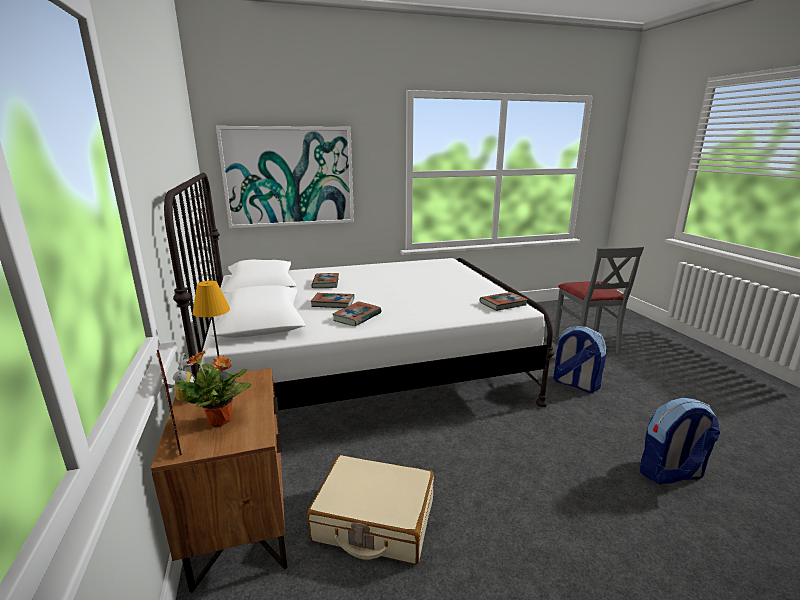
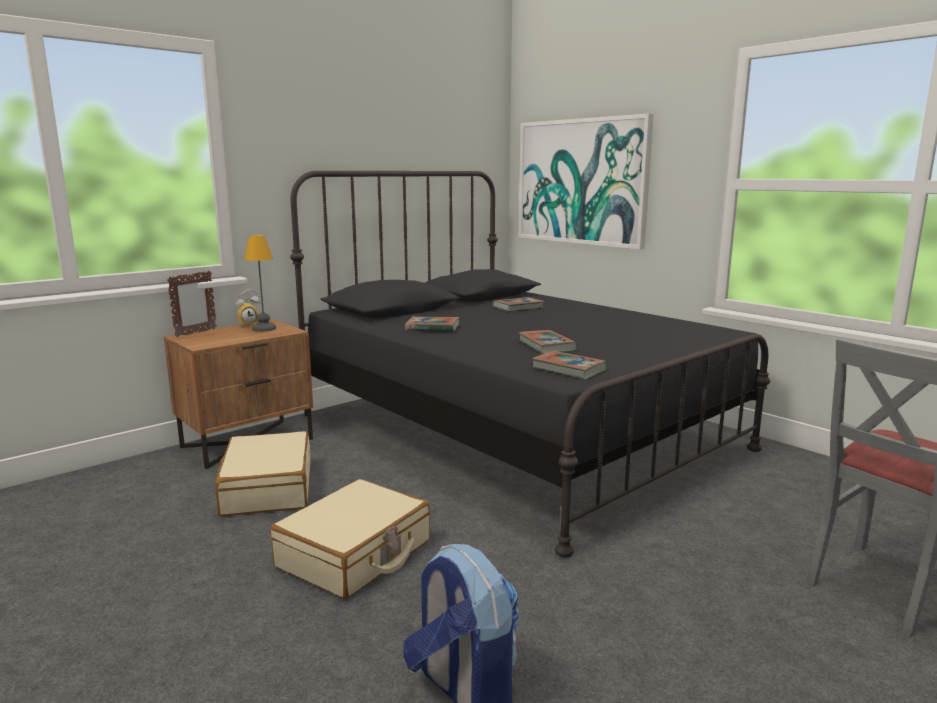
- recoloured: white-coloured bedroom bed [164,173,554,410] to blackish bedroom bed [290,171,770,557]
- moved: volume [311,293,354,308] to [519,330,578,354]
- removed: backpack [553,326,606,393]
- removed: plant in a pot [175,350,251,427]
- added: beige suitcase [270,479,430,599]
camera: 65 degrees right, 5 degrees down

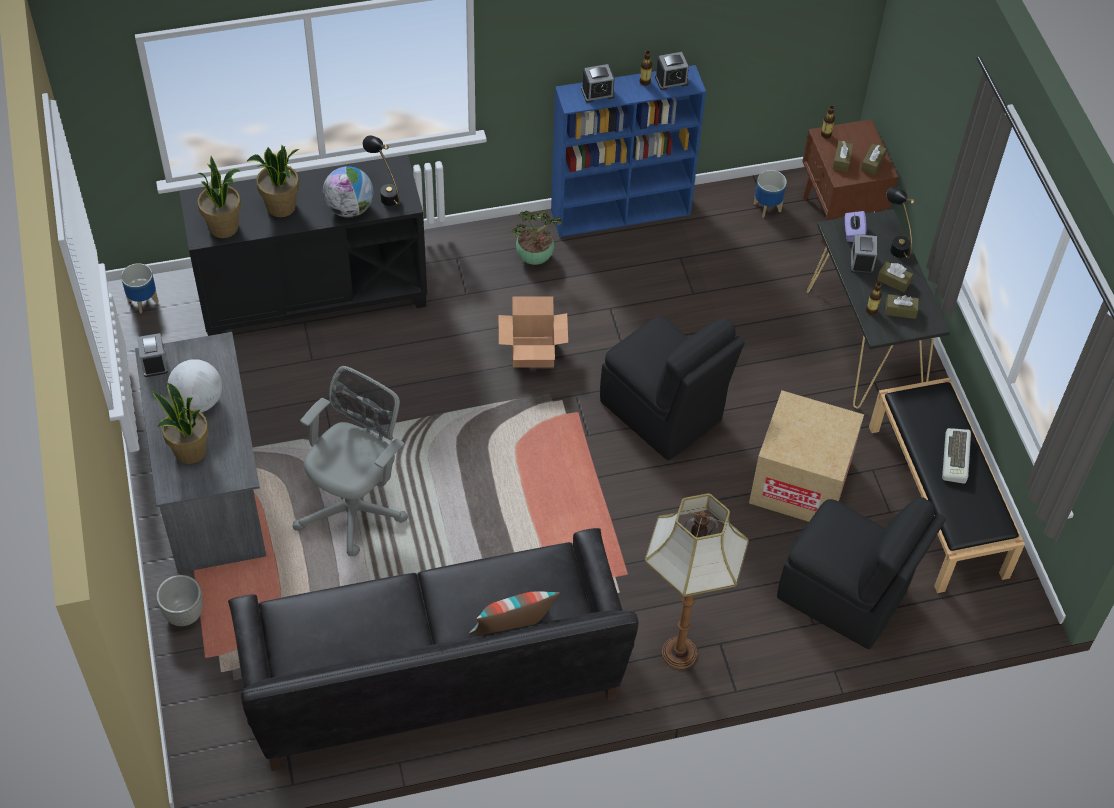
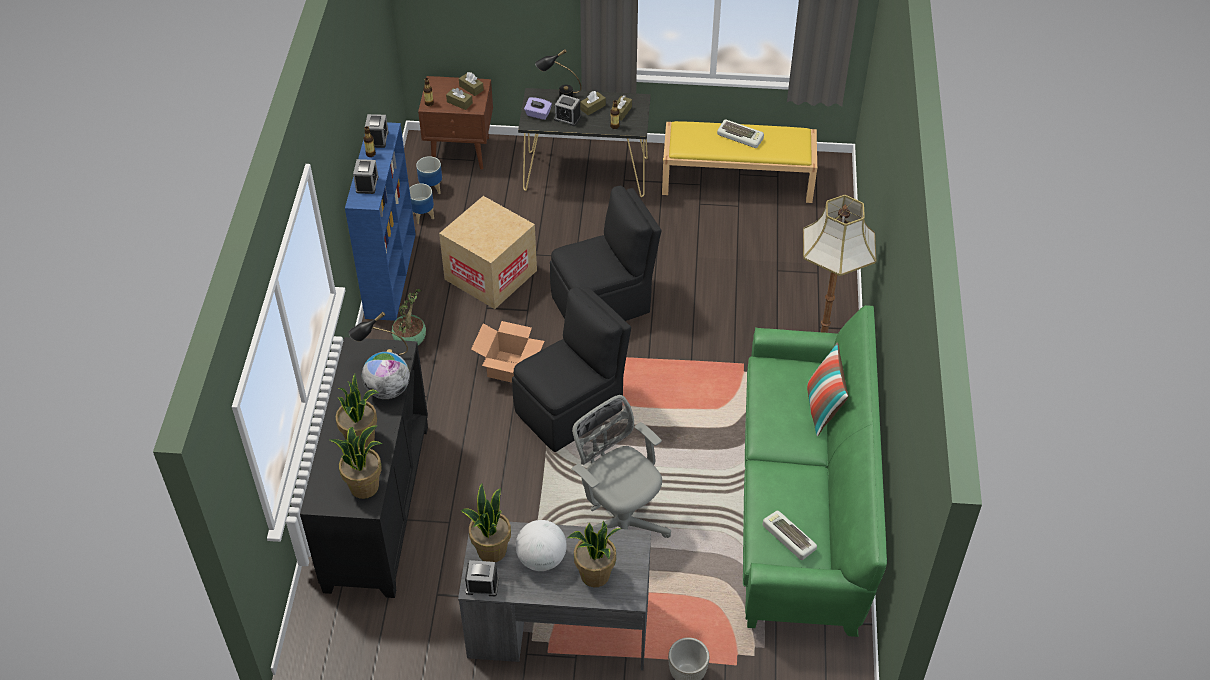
- moved: planter [121,263,158,313] to [409,183,434,224]
- recoloured: blackish long seat [869,377,1025,593] to yellowish long seat [662,121,817,203]
- moved: carton [749,390,864,522] to [439,196,537,309]
- moved: blackish plain chair [777,497,946,649] to [512,287,631,452]
- recoloured: blackish sofa [228,528,639,771] to green-coloured sofa [743,305,887,637]
- added: plant in a pot [461,483,511,562]
- added: PC keyboard [763,511,817,560]
camera: 70 degrees left, 5 degrees down

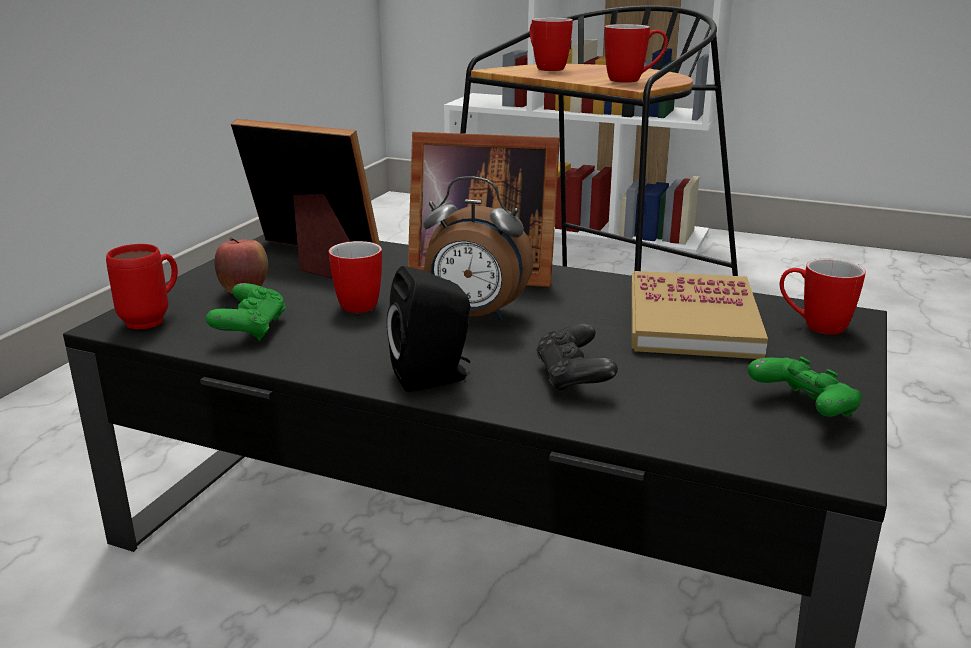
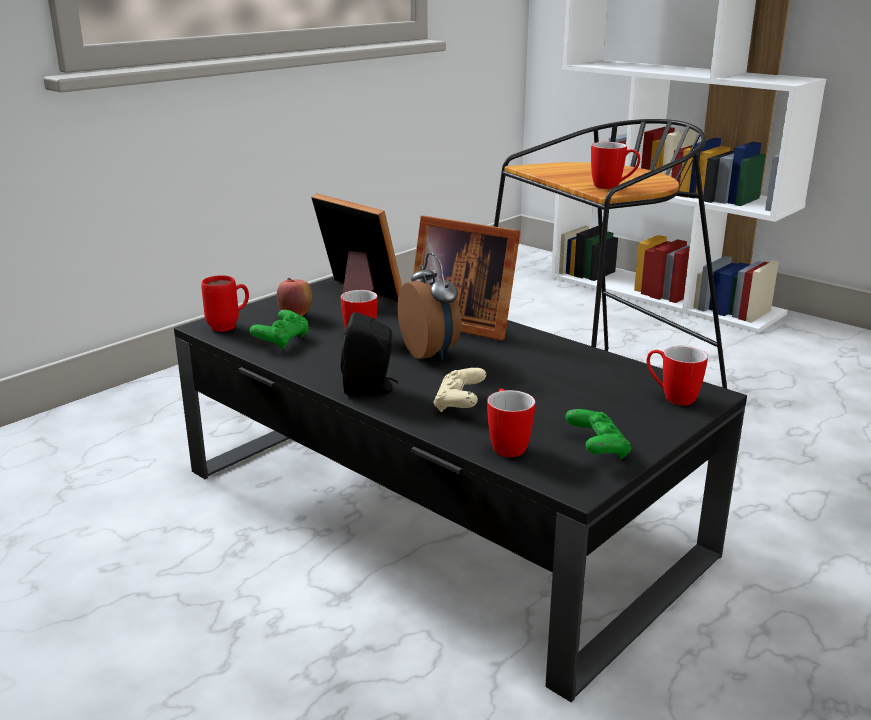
- moved: coffee mug [530,18,573,71] to [487,389,535,457]
- turned: alarm clock [423,176,534,321] = [398,253,462,361] 150 degrees counterclockwise
- removed: volume [631,271,768,359]
- recoloured: blackish joypad [536,324,618,394] to beige joypad [434,368,486,412]
camera: 20 degrees right, 0 degrees up

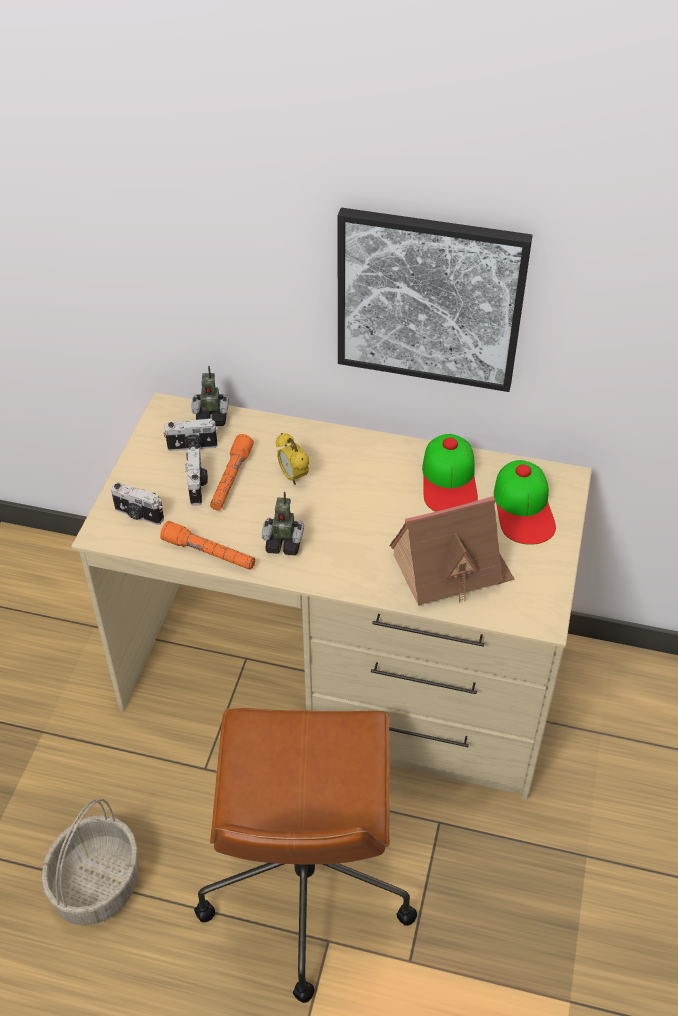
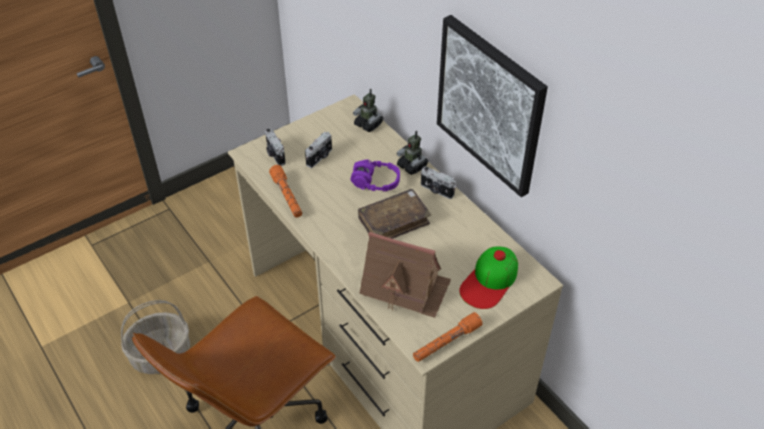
- moved: still camera [163,418,218,451] to [421,166,456,199]
- replaced: alarm clock [276,433,309,485] to purple pair of headphones [351,160,400,191]
- moved: orange torch [210,434,254,510] to [413,312,482,362]
- removed: cap [422,434,478,512]
- moved: robot figure [262,492,304,555] to [397,130,428,175]
- added: brown volume [358,189,431,239]
camera: 40 degrees right, 0 degrees up

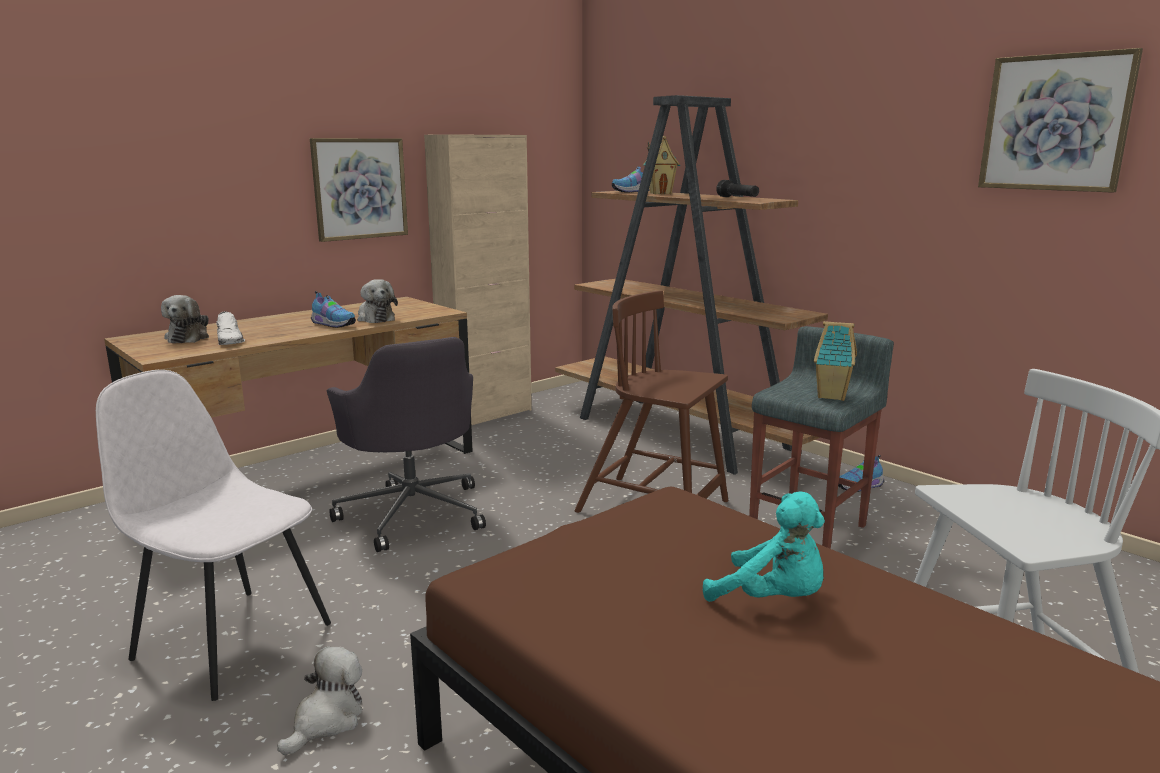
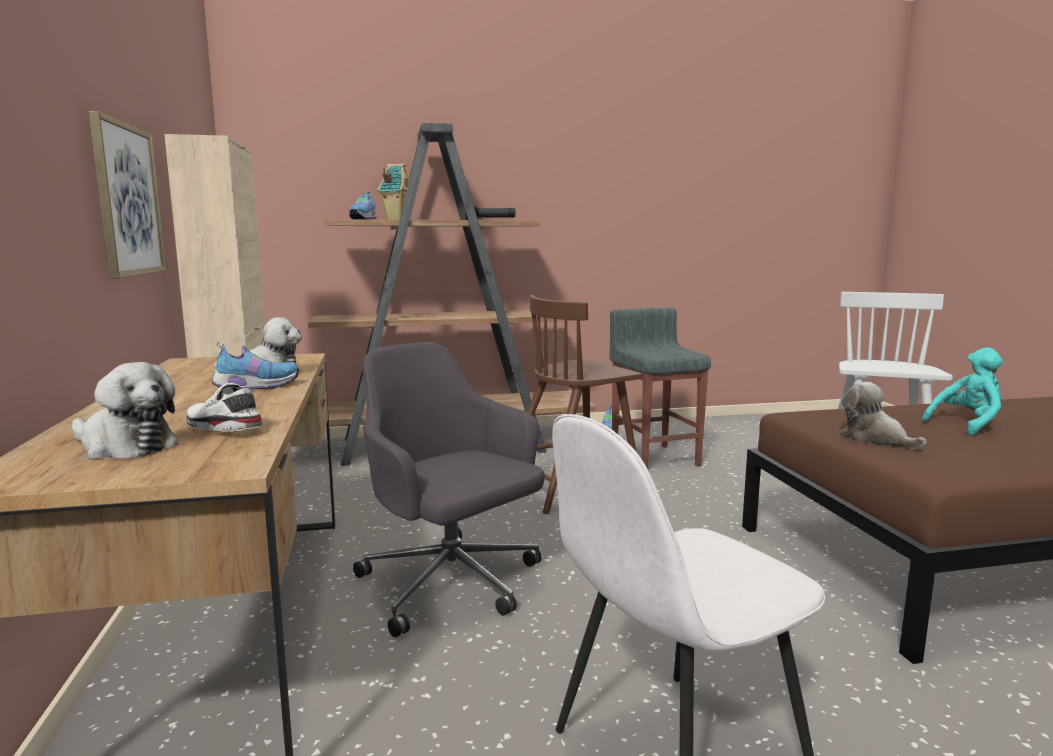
- removed: wall picture [978,48,1143,193]
- turned: white-coloured item of footwear [216,311,245,345] = [186,383,263,432] 150 degrees counterclockwise
- removed: toy house [814,321,857,401]
- turned: grey desk chair [327,337,486,552] = [353,342,545,637] 135 degrees counterclockwise
- moved: soft toy [277,646,362,755] to [840,382,927,449]
camera: 60 degrees left, 5 degrees down

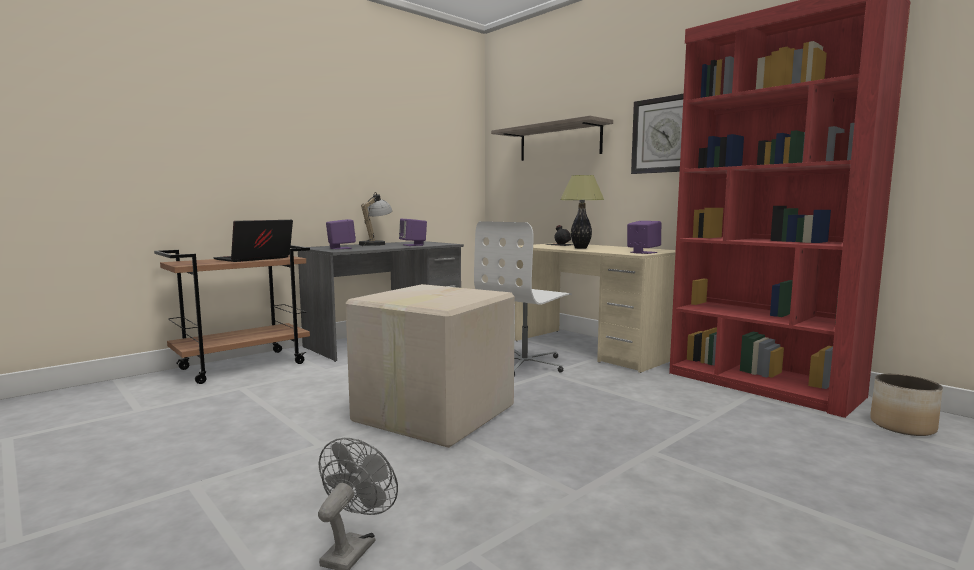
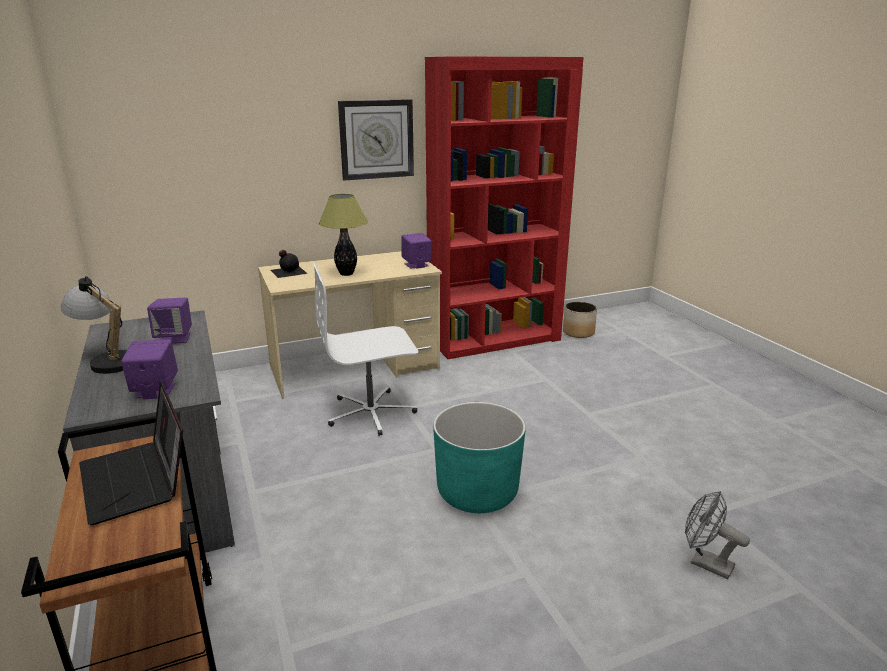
- removed: wall shelf [491,116,613,161]
- turned: white-coloured desk chair [474,221,572,376] = [313,262,418,436] 105 degrees clockwise
- replaced: carton [346,284,515,448] to blue-green planter [433,402,526,513]
camera: 70 degrees left, 15 degrees up

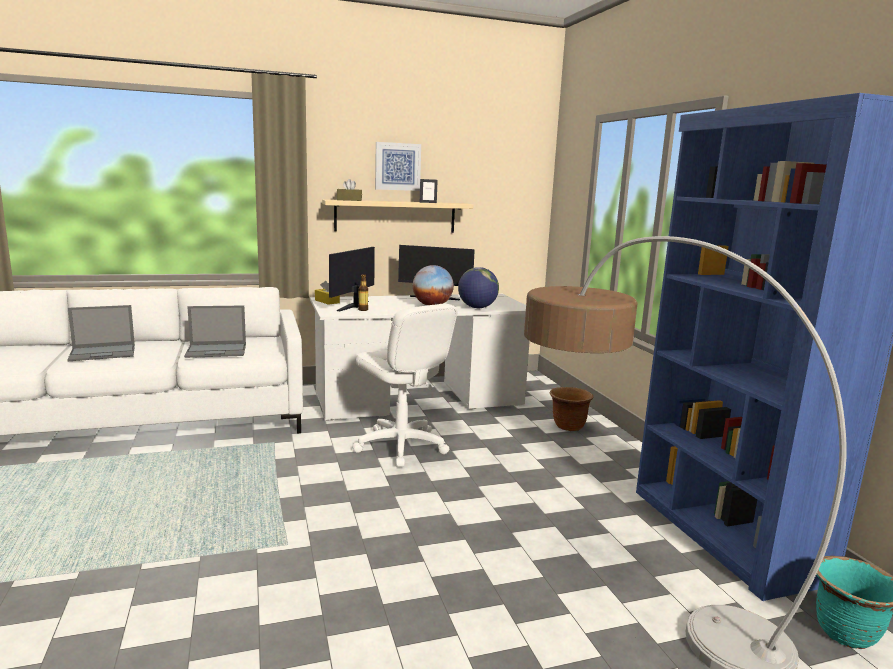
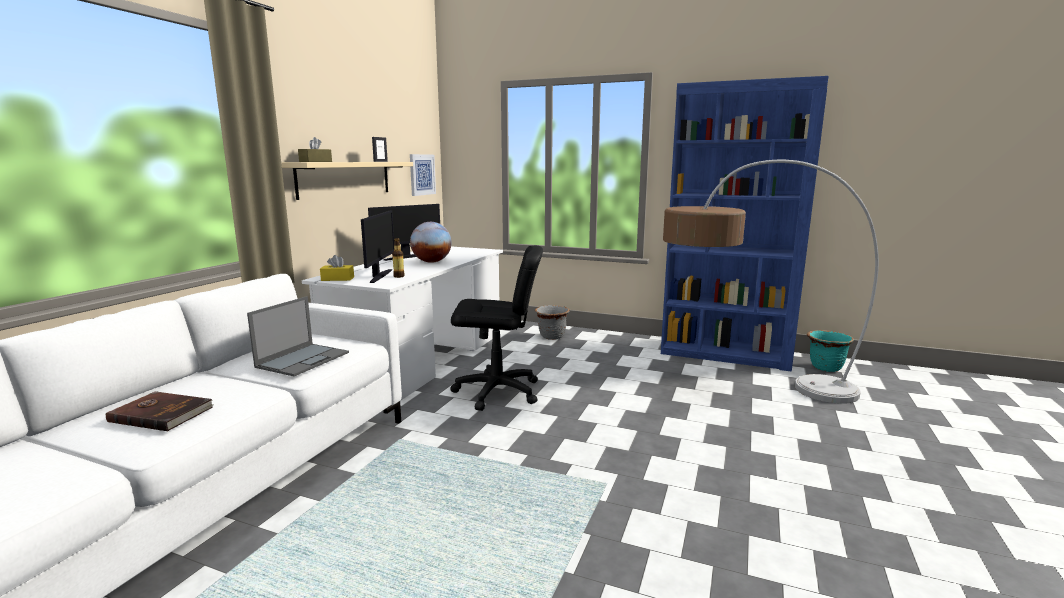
- moved: wall picture [375,142,421,191] to [410,154,436,196]
- turned: computer screen [329,247,375,311] = [361,210,394,283] 150 degrees counterclockwise
- removed: world globe [458,267,499,308]
- recoloured: white-coloured desk chair [352,304,457,467] to blackish desk chair [450,245,543,411]
- replaced: laptop [67,305,135,361] to brown volume [106,391,213,431]
- recoloured: brown planter [550,387,593,431] to grey planter [535,305,570,340]
camera: 50 degrees left, 0 degrees up

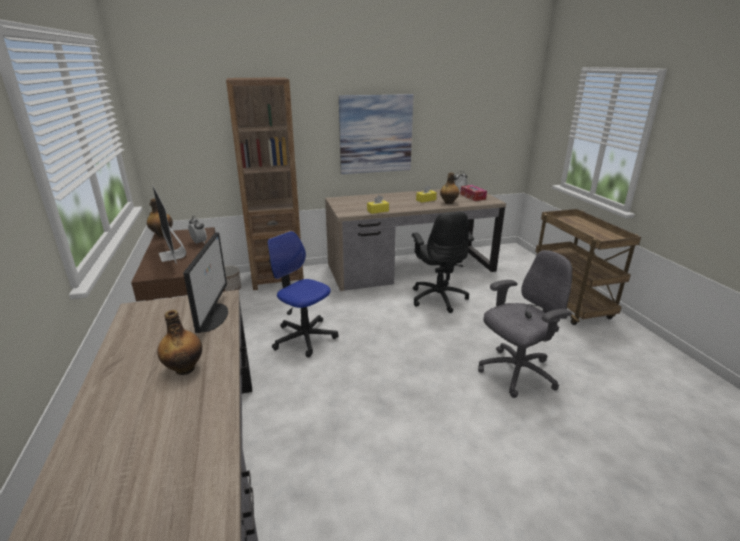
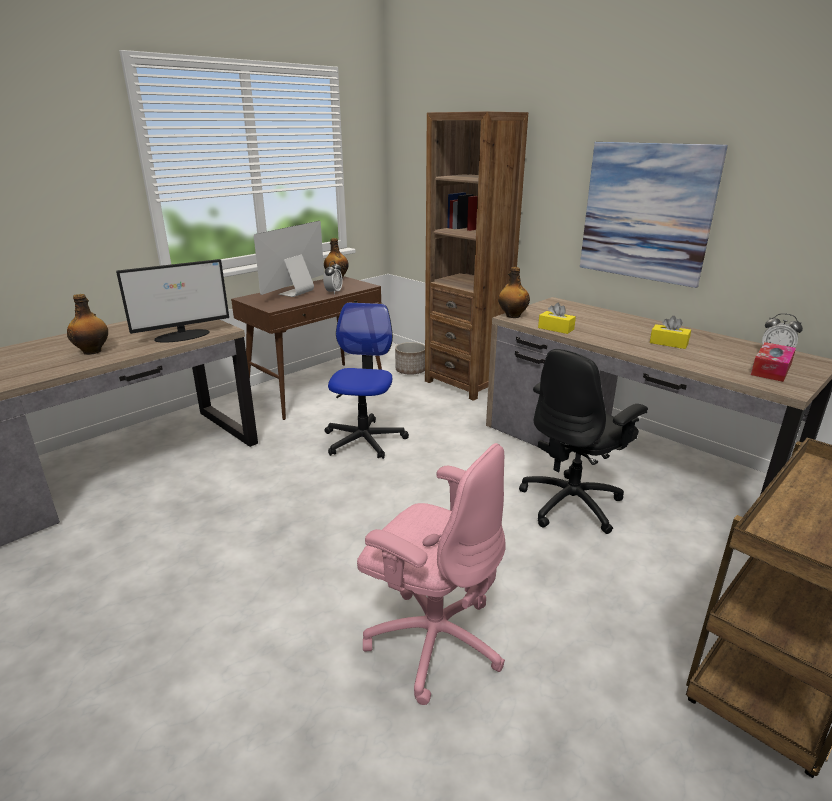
- moved: bottle [440,172,459,204] to [498,267,530,318]
- recoloured: grey desk chair [478,250,572,398] to pinkish desk chair [357,443,506,705]
camera: 60 degrees right, 0 degrees up

